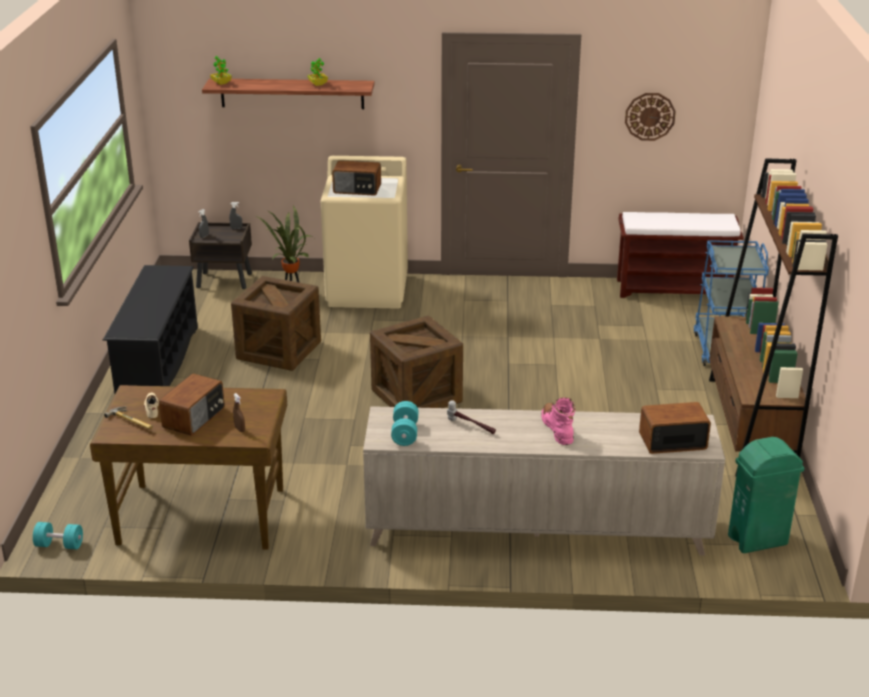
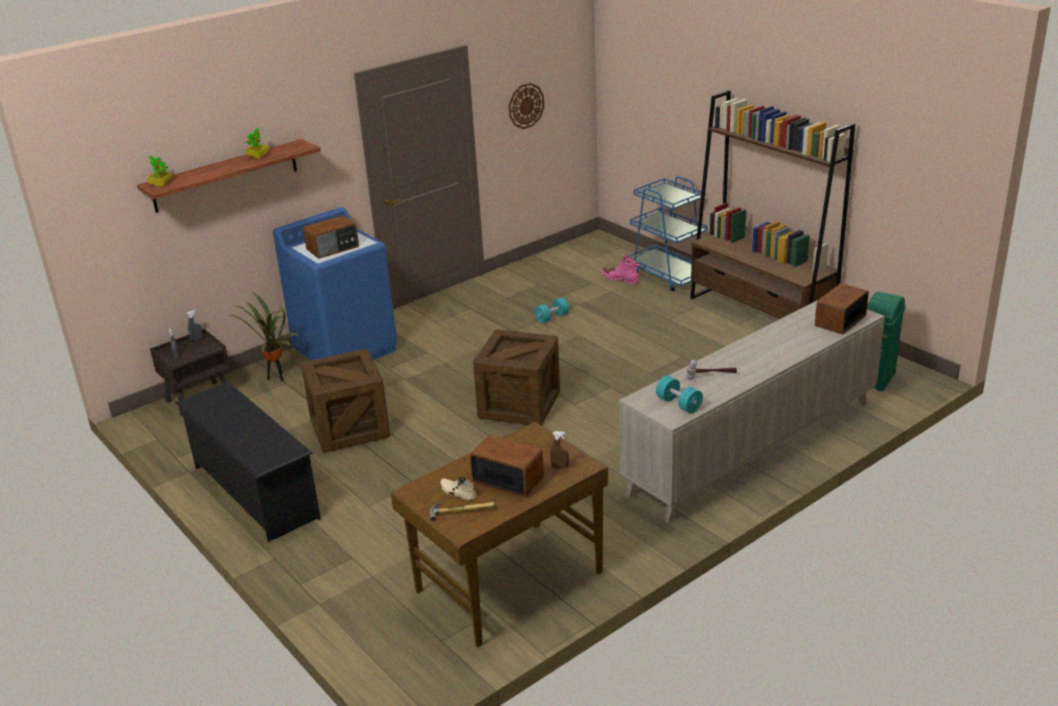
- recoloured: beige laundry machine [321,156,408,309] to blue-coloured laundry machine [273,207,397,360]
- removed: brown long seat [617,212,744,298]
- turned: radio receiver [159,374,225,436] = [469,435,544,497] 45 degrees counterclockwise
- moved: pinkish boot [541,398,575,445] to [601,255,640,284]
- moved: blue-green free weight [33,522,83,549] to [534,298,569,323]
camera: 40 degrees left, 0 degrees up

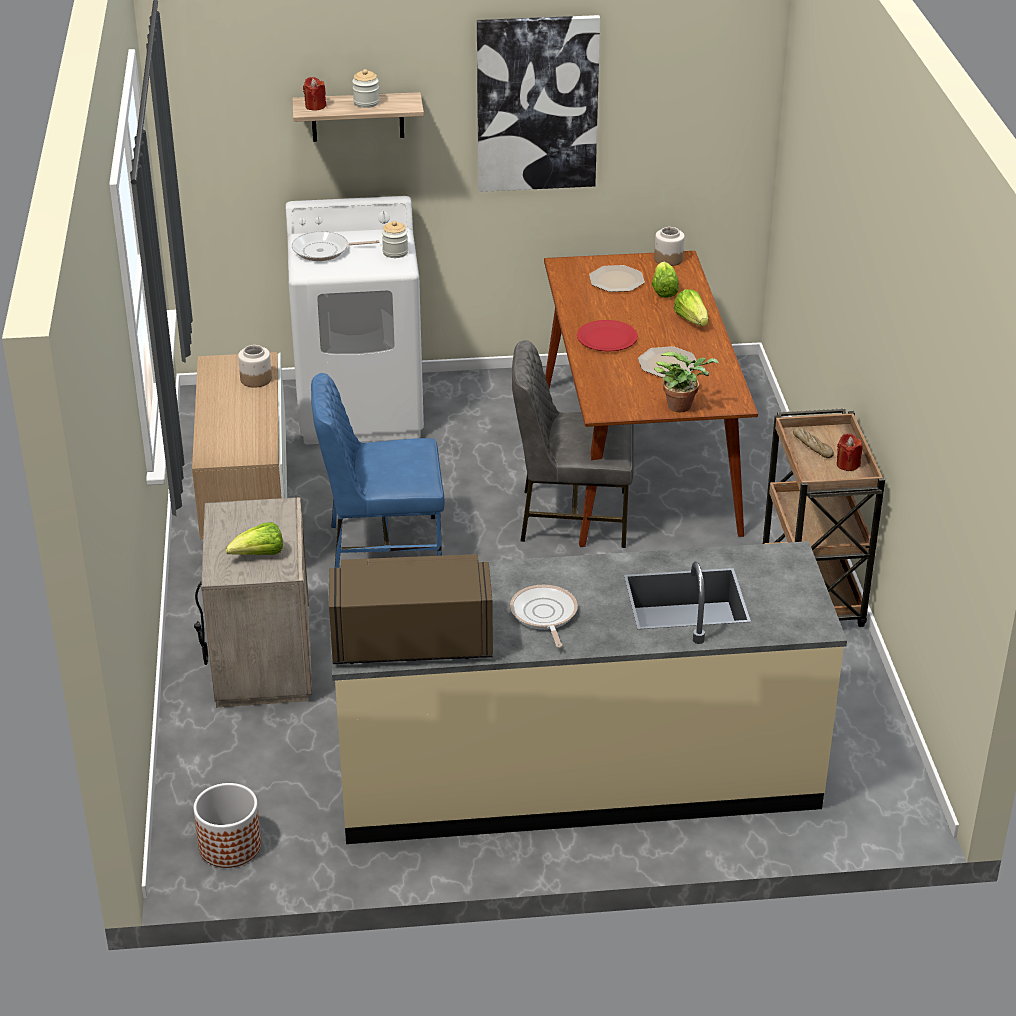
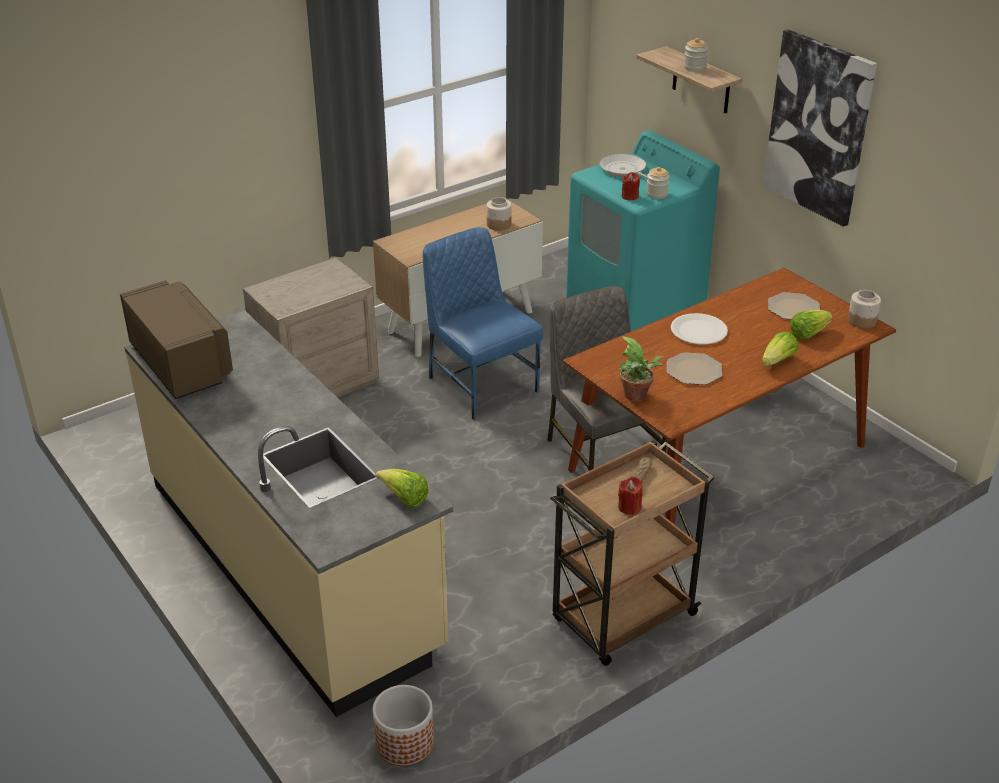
- moved: red wax light [303,77,326,111] to [622,172,640,200]
- recoloured: white-coloured laundry machine [285,196,424,444] to blue-green laundry machine [566,131,720,331]
- recoloured: red flat dish [577,320,638,352] to white-coloured flat dish [671,313,728,344]
- moved: head of lettuce [226,522,283,555] to [375,469,428,508]
- removed: frying pan [510,585,578,648]
- moved: planter [194,783,261,868] to [373,685,434,766]
camera: 60 degrees right, 0 degrees up

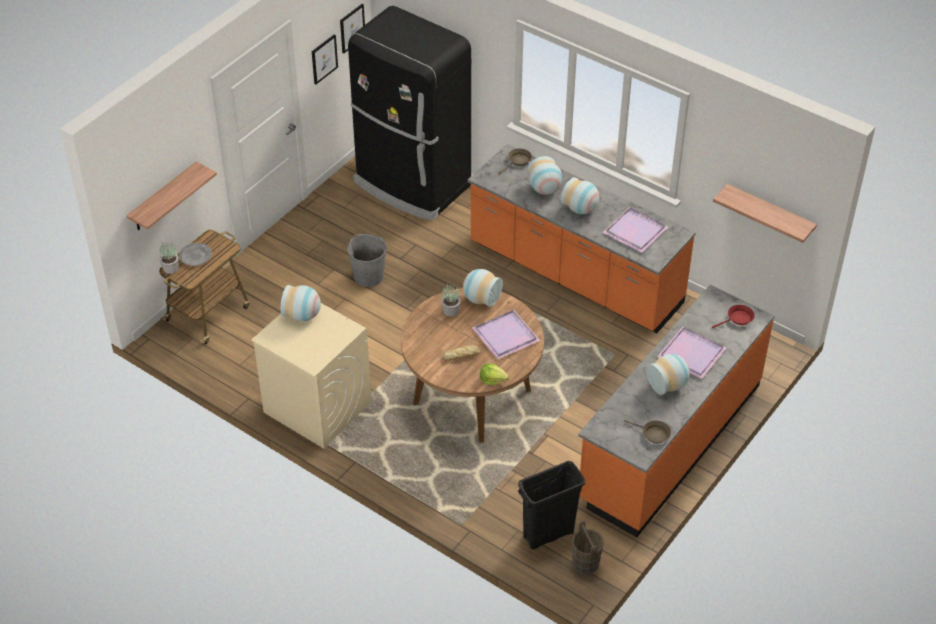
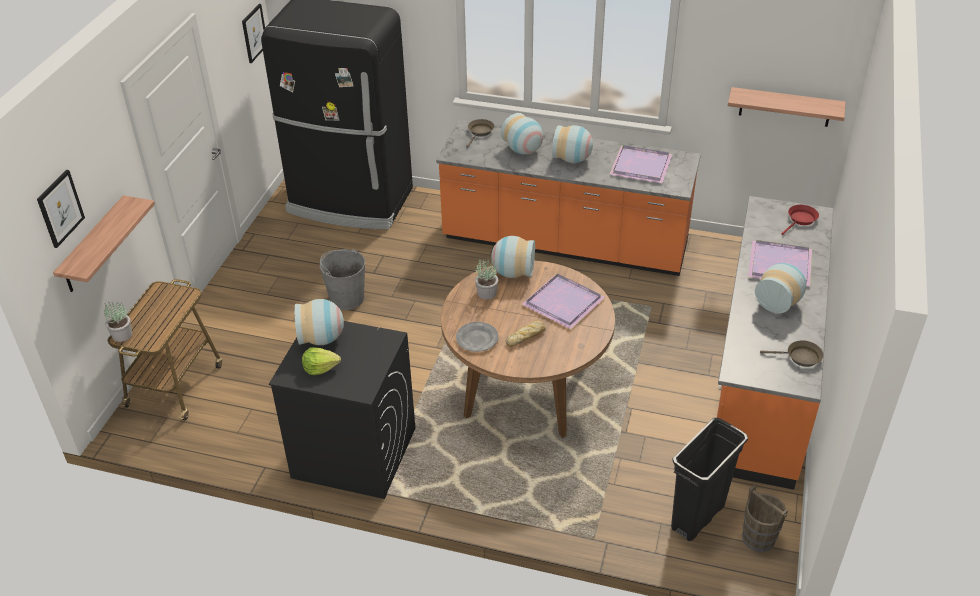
- moved: wall picture [312,34,338,85] to [37,170,85,248]
- moved: grey flat dish [179,243,212,266] to [456,322,499,352]
- recoloured: beige laundry machine [251,303,372,449] to blackish laundry machine [269,321,415,499]
- moved: head of lettuce [480,363,509,385] to [302,347,341,375]
camera: 20 degrees left, 5 degrees down

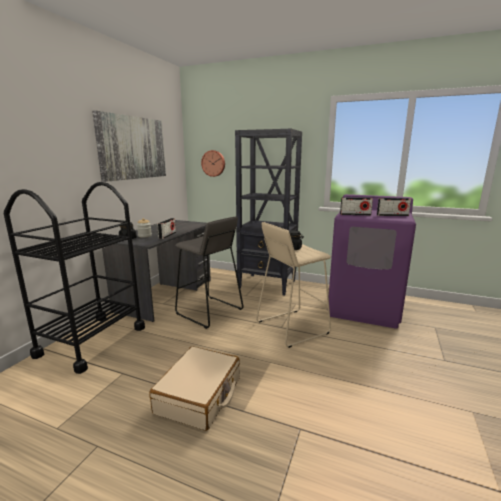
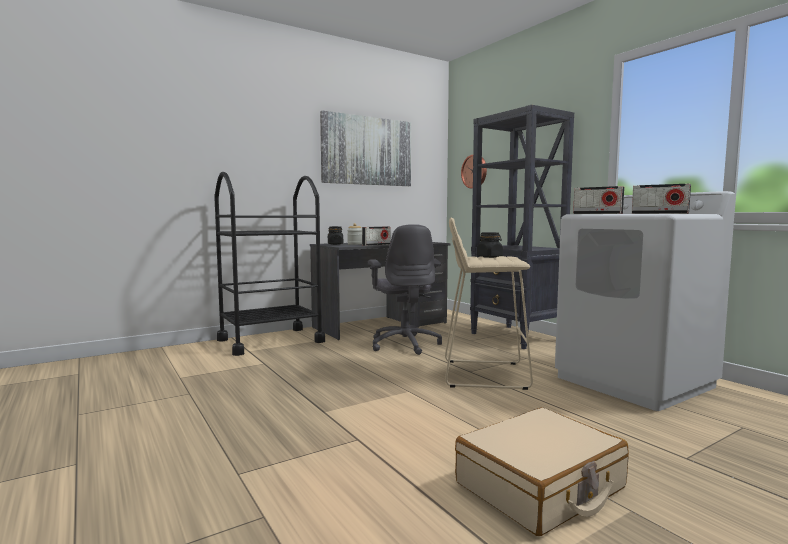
- recoloured: purple laundry machine [329,194,416,329] to white-coloured laundry machine [555,191,736,411]
- replaced: grey stool seat [175,216,243,329] to grey desk chair [368,224,442,355]
- moved: beige suitcase [149,346,240,431] to [455,407,629,536]
camera: 35 degrees right, 10 degrees down

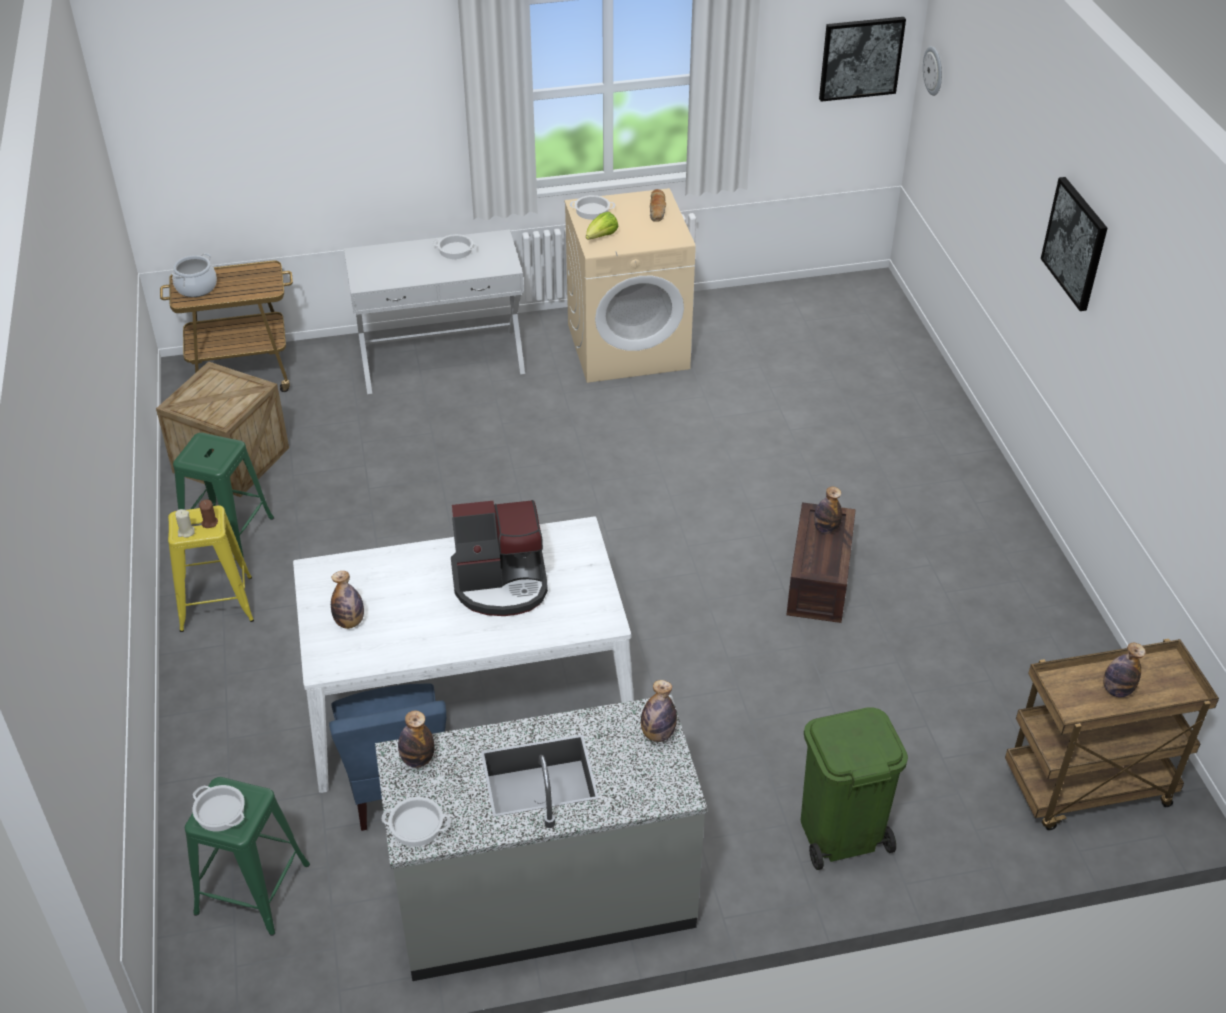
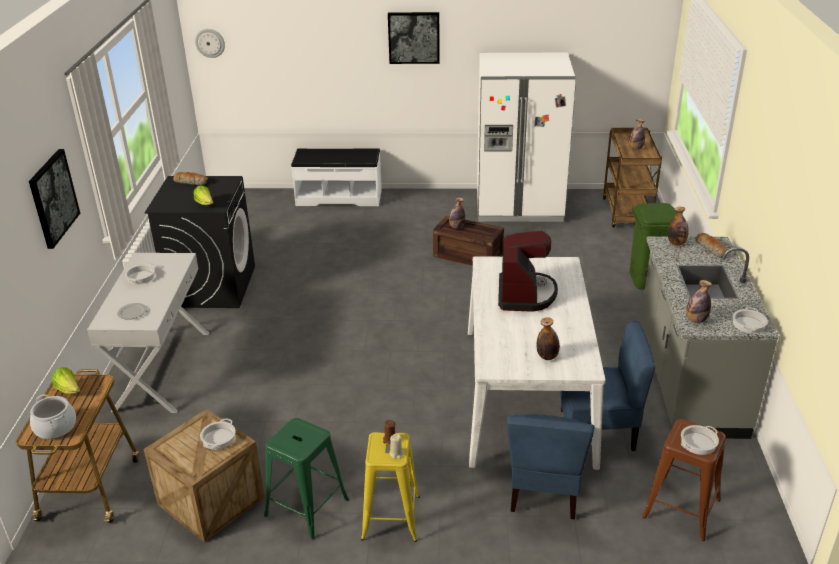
- moved: wall picture [819,17,906,102] to [29,149,80,249]
- recoloured: beige laundry machine [564,188,696,383] to blackish laundry machine [145,176,255,308]
- moved: cooking pot [570,195,615,220] to [200,418,235,450]
- recoloured: green-coloured stool seat [185,777,310,936] to brown stool seat [642,419,726,541]
- added: white-coloured fridge [477,53,576,222]
- added: white-coloured long seat [291,148,382,206]
- added: bakery bread [695,233,727,258]
- added: flat dish [117,303,147,320]
- added: head of lettuce [52,367,80,394]
- added: blue-coloured plain chair [507,414,594,519]
camera: 75 degrees left, 10 degrees down

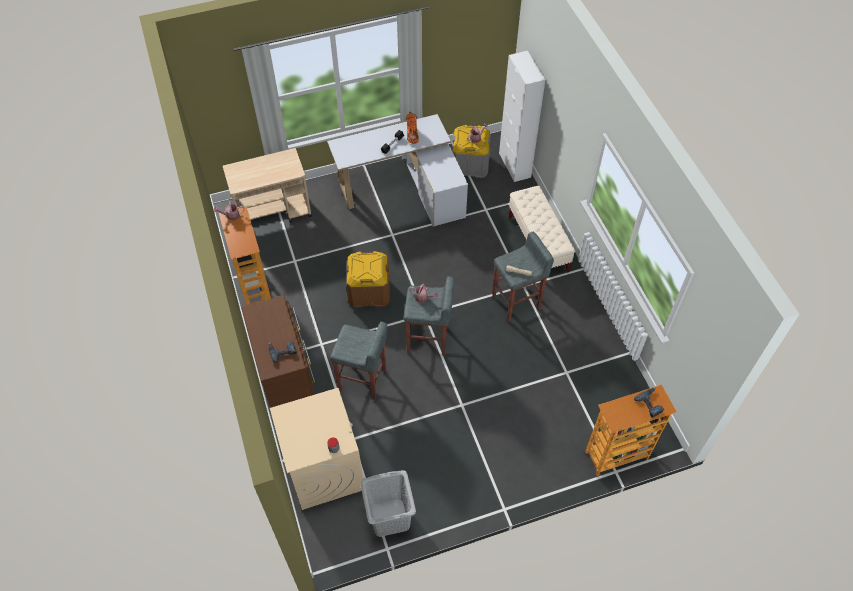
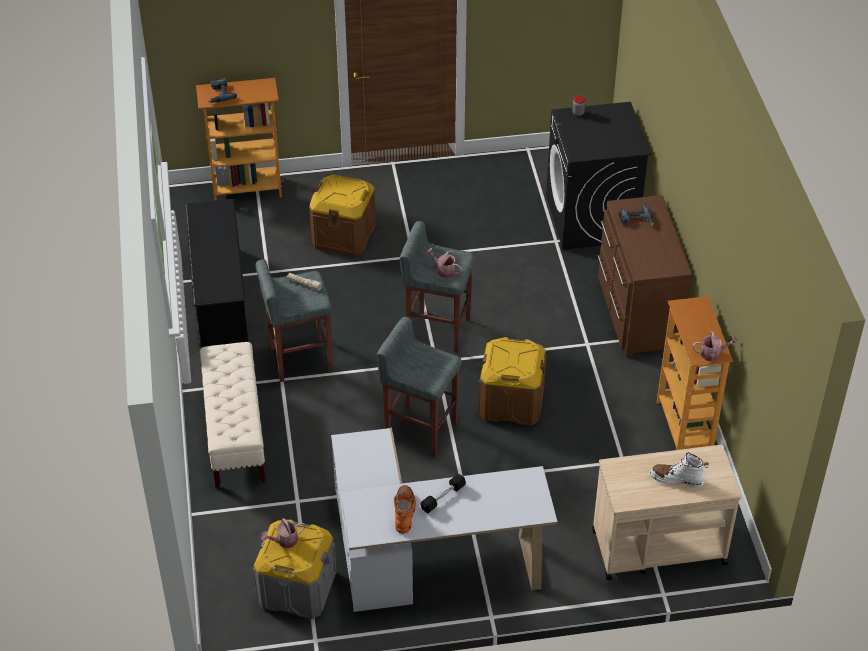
- removed: white-coloured cabinet [499,51,545,182]
- moved: grey stool seat [330,322,387,400] to [376,316,462,458]
- recoloured: beige laundry machine [270,388,363,510] to blackish laundry machine [546,102,651,250]
- removed: grey hamper [360,470,416,537]
- added: brown storage bin [309,174,376,256]
- added: blackish shoe stand [185,199,248,347]
- added: white-coloured boot [649,452,709,487]
camera: 170 degrees left, 10 degrees down

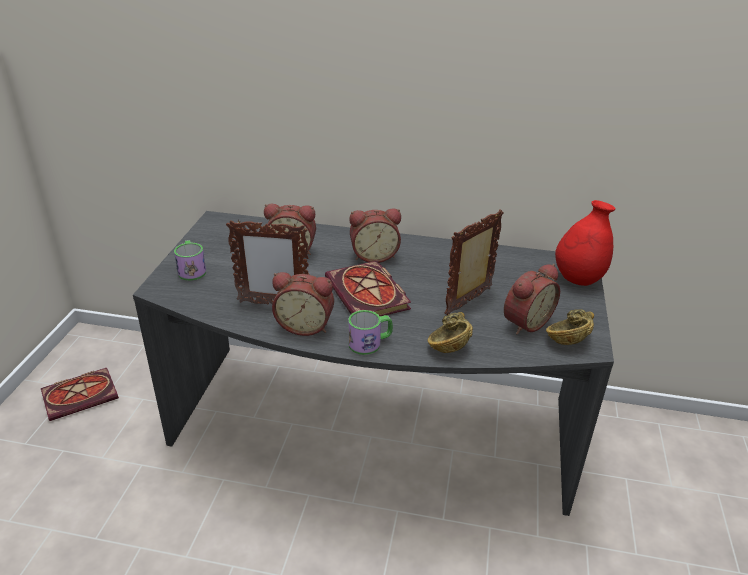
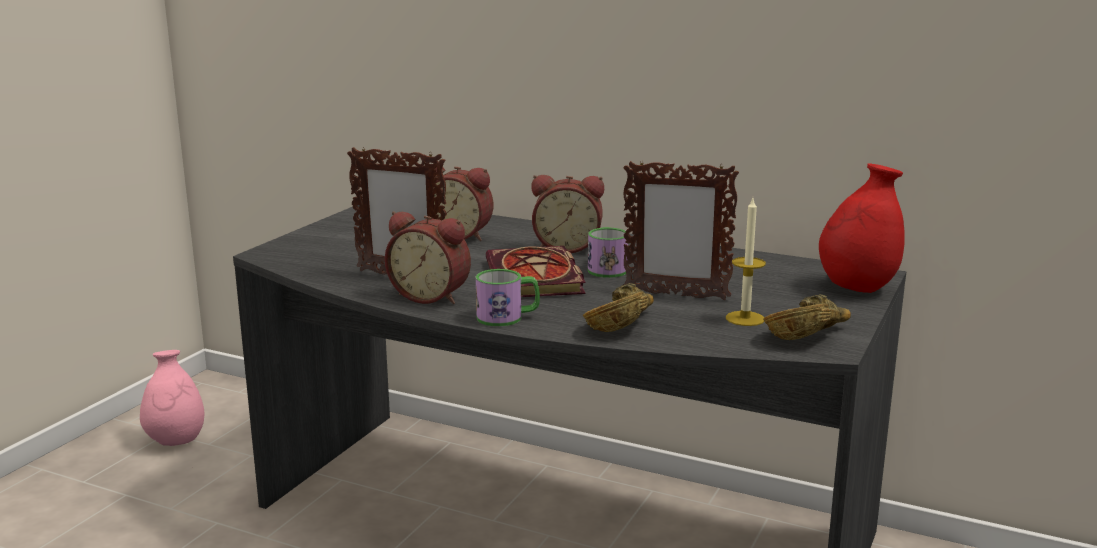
- turned: photo frame [445,209,504,315] = [623,160,739,300] 135 degrees counterclockwise
- moved: coffee mug [174,240,206,281] to [588,227,628,278]
- replaced: alarm clock [504,264,560,334] to wax light [726,198,766,326]
- replaced: volume [41,368,119,421] to pinkish decorative vase [140,350,204,446]
camera: 15 degrees right, 15 degrees down

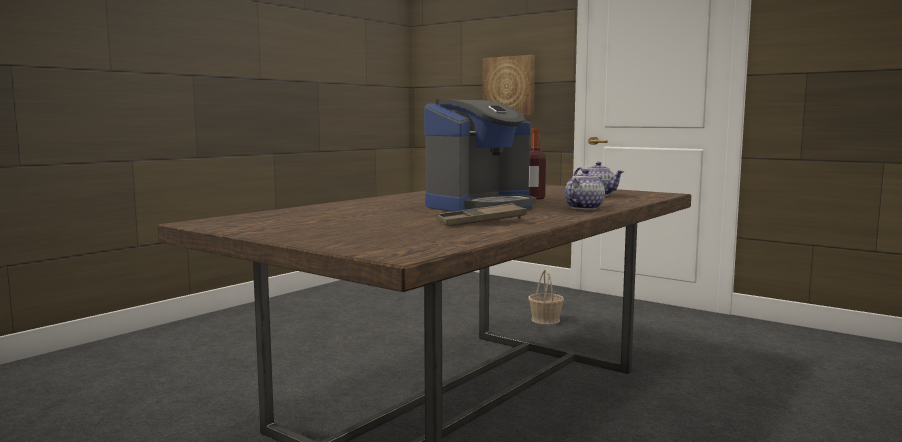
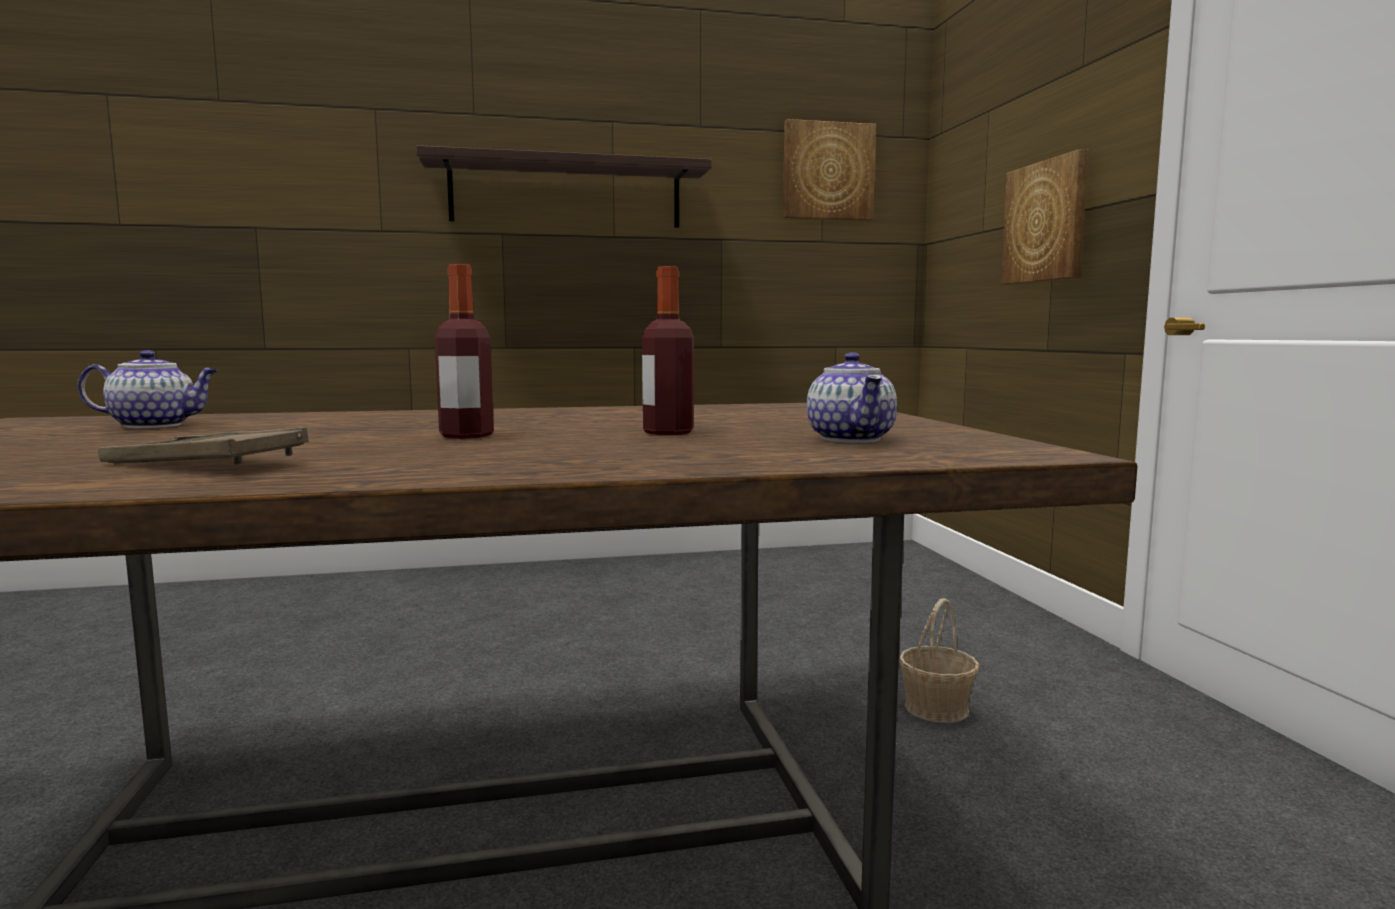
- replaced: coffee maker [424,99,537,212] to bottle [435,264,494,439]
- moved: pot for tea [564,169,605,210] to [78,350,218,428]
- added: wall picture [783,119,876,221]
- added: wall shelf [416,145,712,228]
camera: 40 degrees right, 0 degrees up

